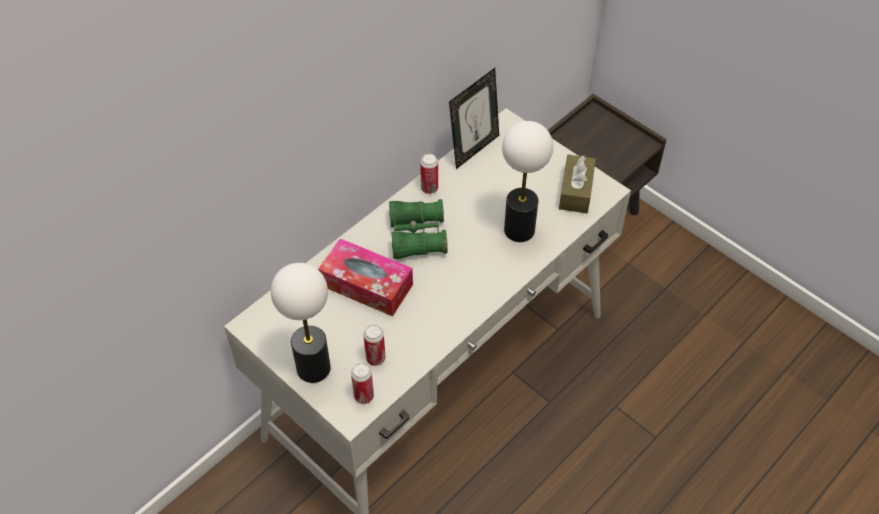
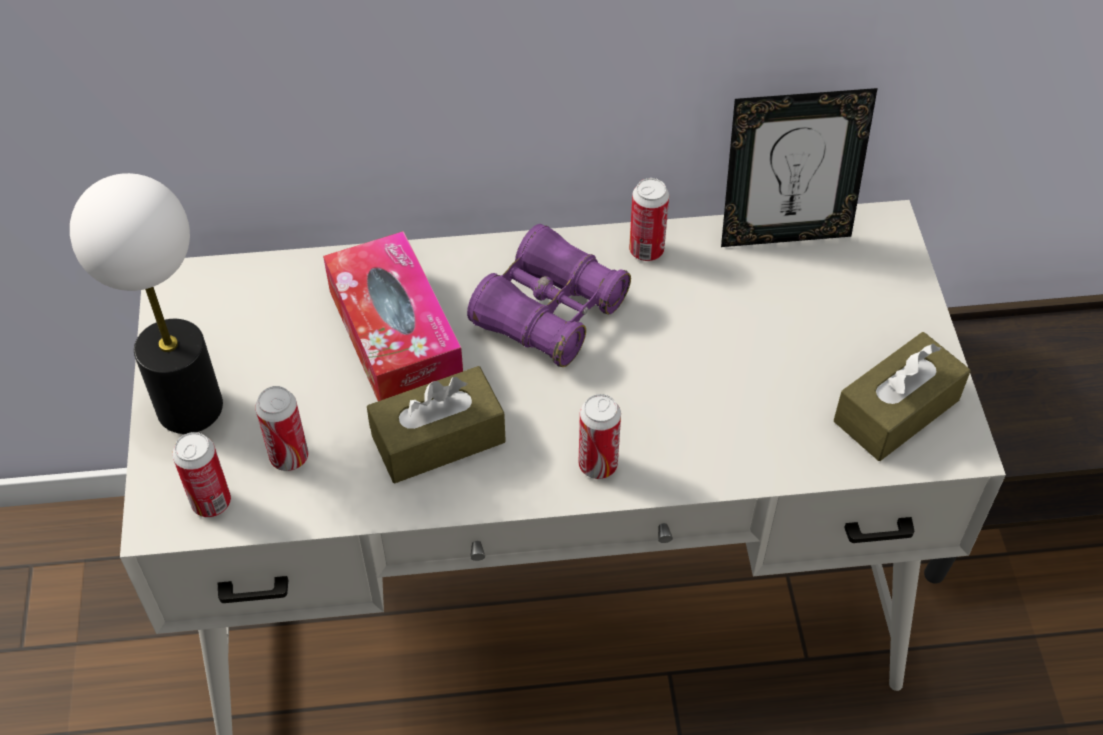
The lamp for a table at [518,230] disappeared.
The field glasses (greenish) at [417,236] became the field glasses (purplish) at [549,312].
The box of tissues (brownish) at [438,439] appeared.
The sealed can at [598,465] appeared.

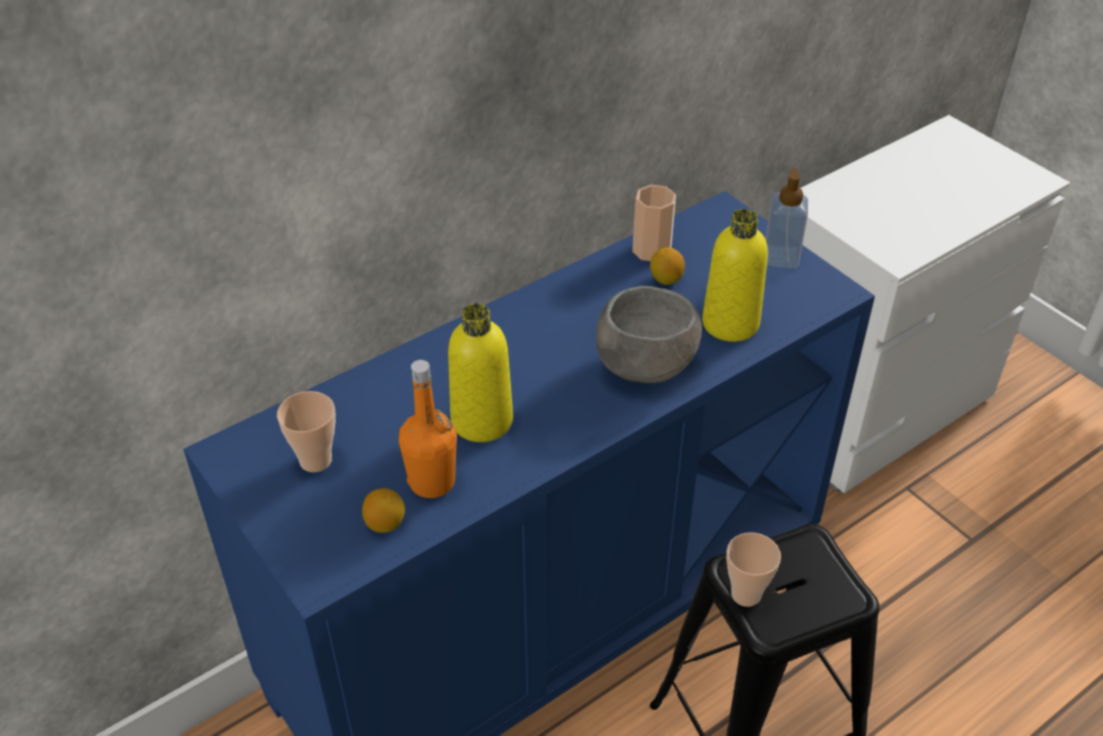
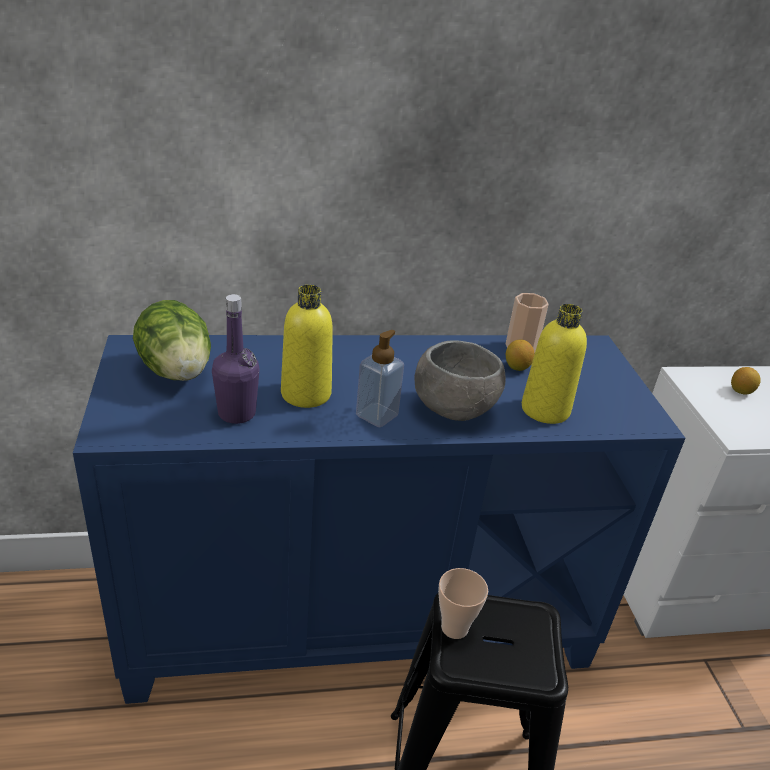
The soap dispenser moved from [780,257] to [377,415].
The drink bottle (orange-coloured) at [432,482] became the drink bottle (purplish) at [237,413].
The small cup at [315,460] was replaced by the lettuce head at [176,371].
The citrus fruit moved from [385,524] to [741,391].

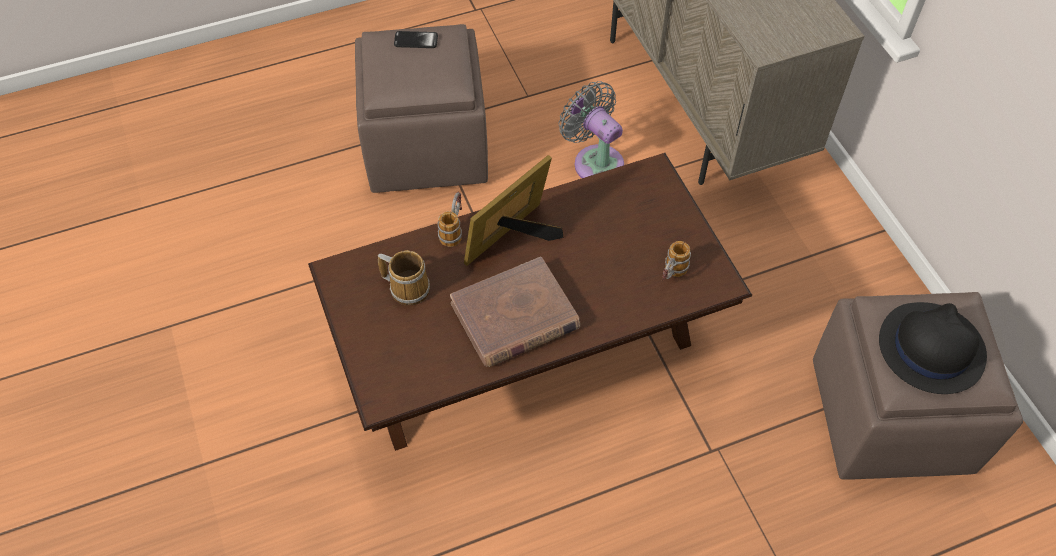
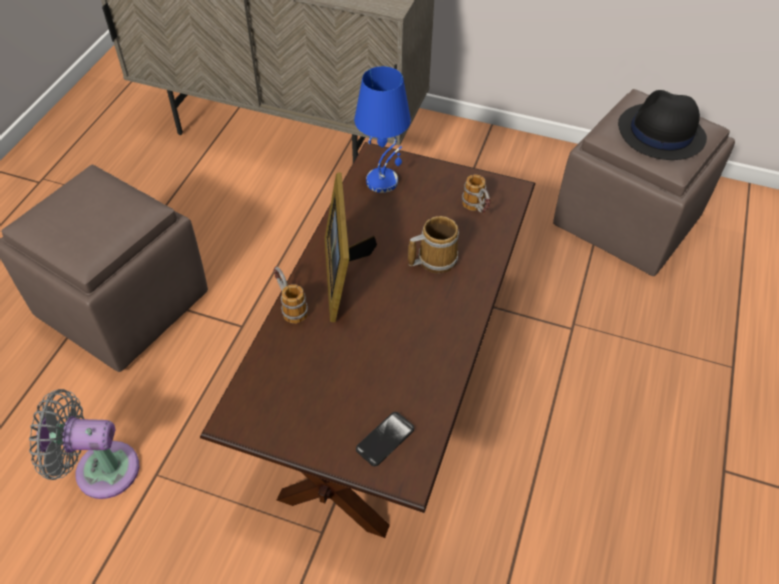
The telephone moved from [416,40] to [385,439].
The cooling fan (gray) moved from [595,161] to [100,469].
The mug moved from [408,287] to [434,259].
The bound book (brownish) at [515,316] disappeared.
The lamp for a table (blue-coloured) at [383,181] appeared.

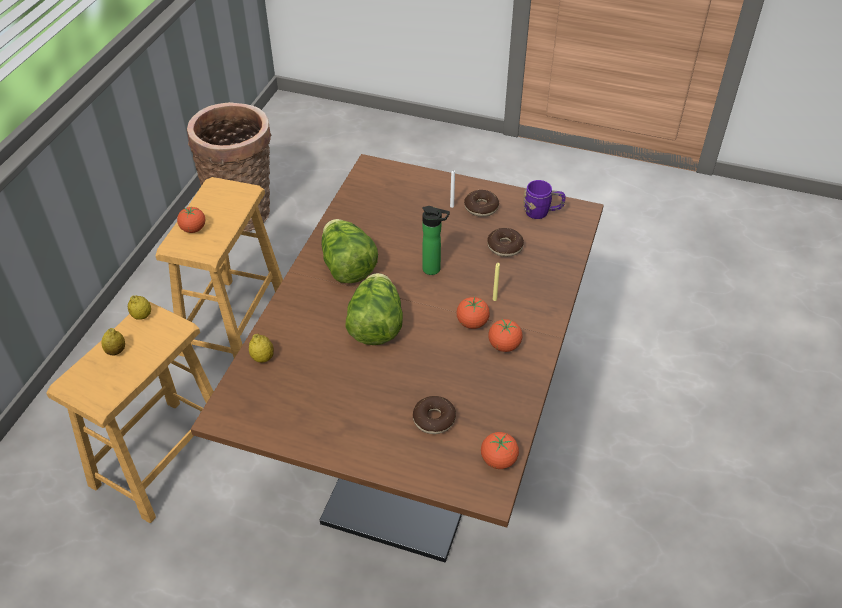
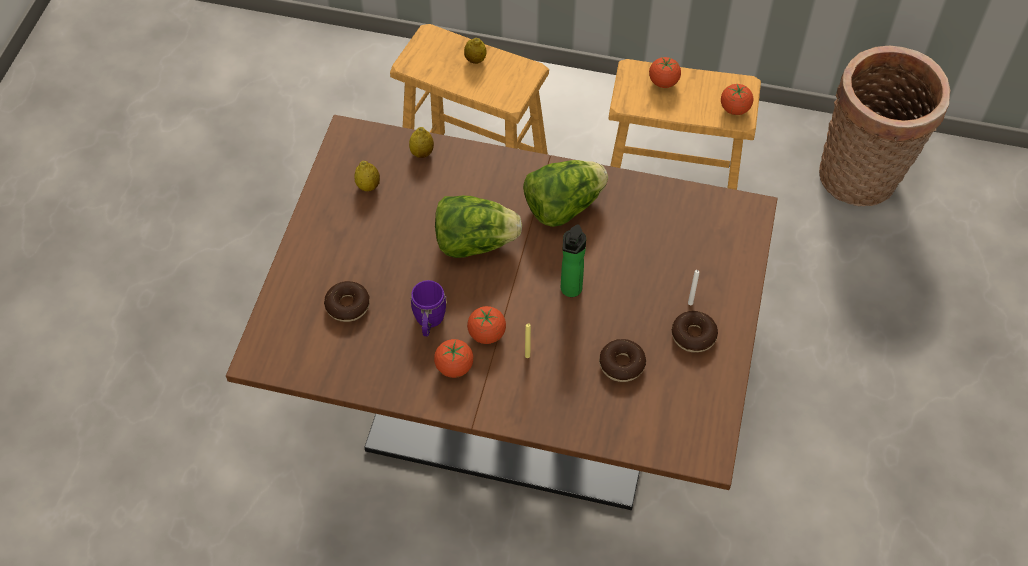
The mug (purplish) moved from [542,212] to [429,322].
The citrus fruit moved from [142,316] to [368,186].
The whole tomato moved from [498,460] to [734,109].

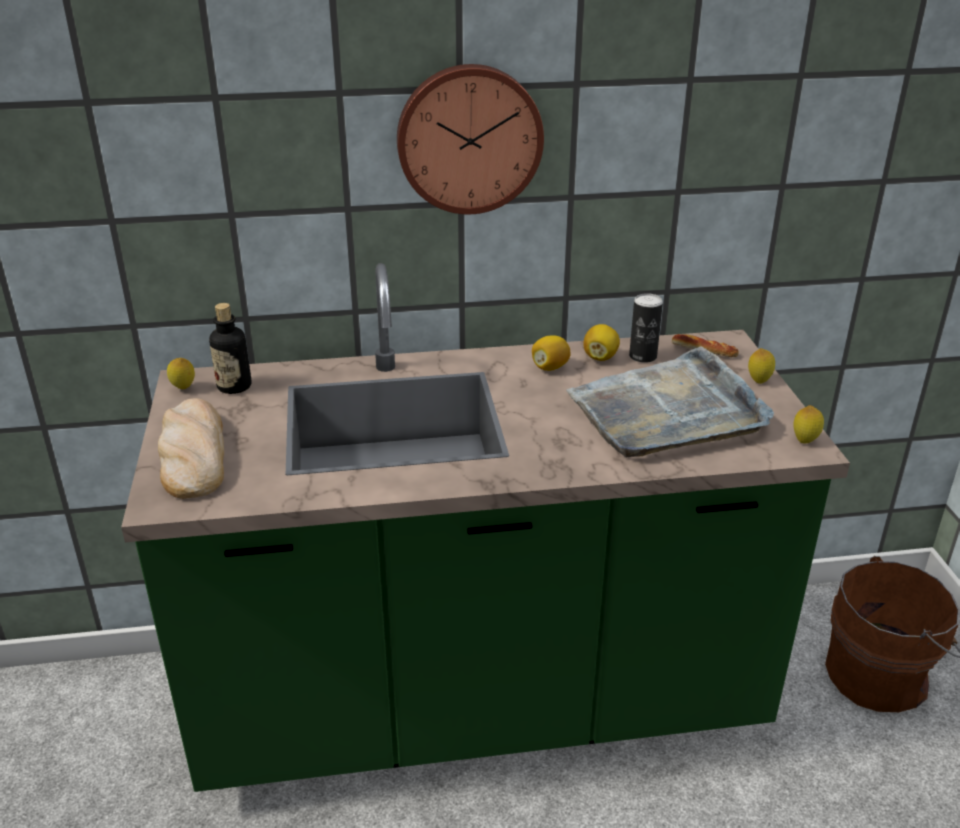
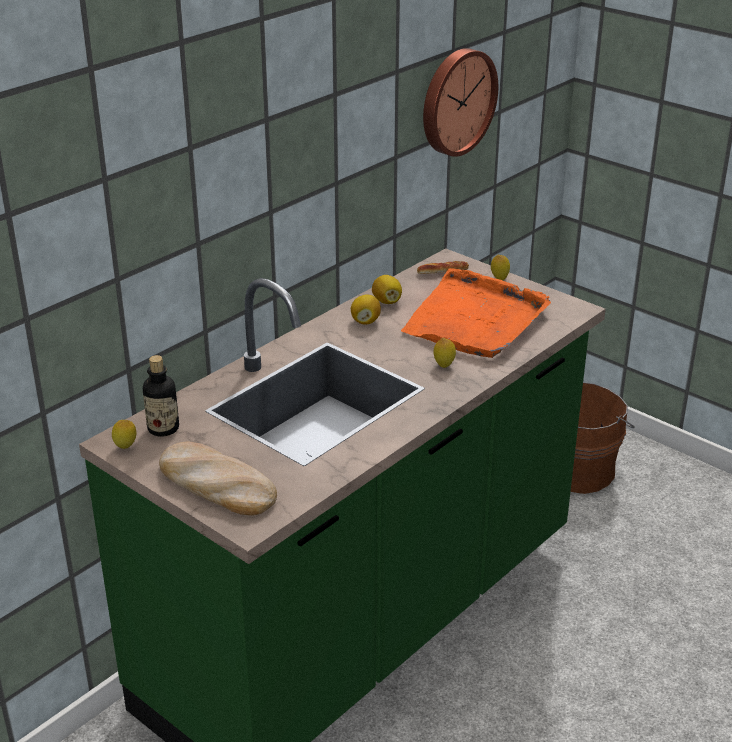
The clock on the wall moved from [469,138] to [456,101].
The sealed can at [643,356] disappeared.
The serving tray (gray) at [668,411] became the serving tray (orange-coloured) at [475,319].
The citrus fruit moved from [805,441] to [444,365].

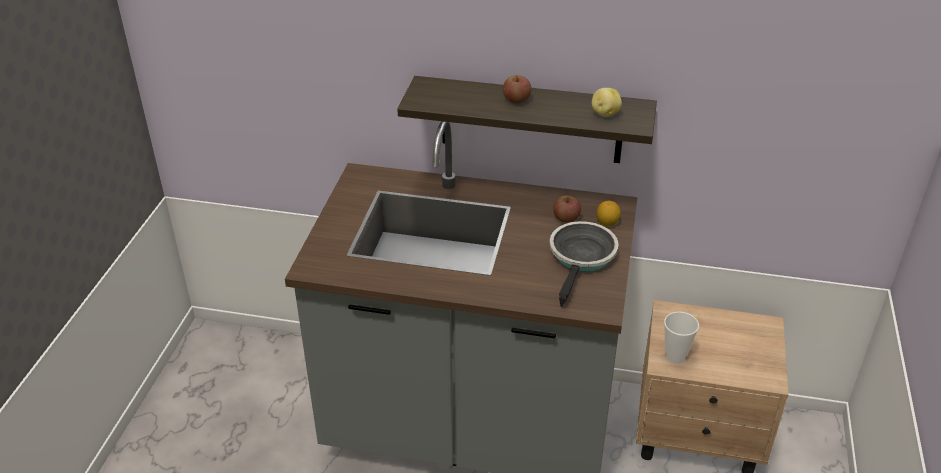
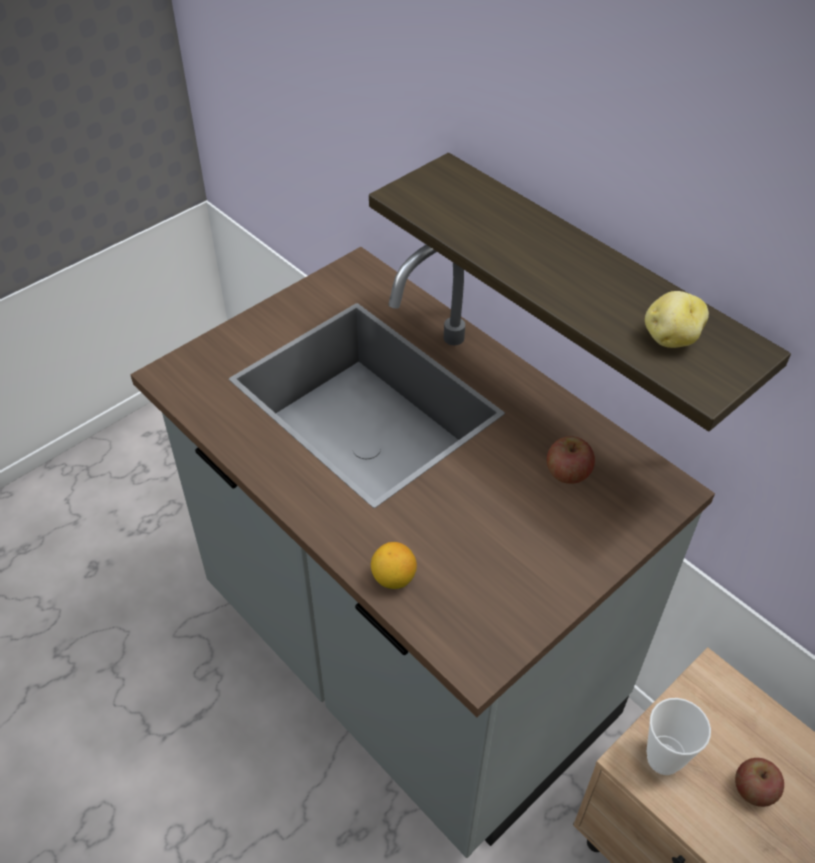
The whole apple moved from [516,100] to [754,789].
The citrus fruit moved from [607,223] to [393,578].
The frying pan at [581,258] disappeared.

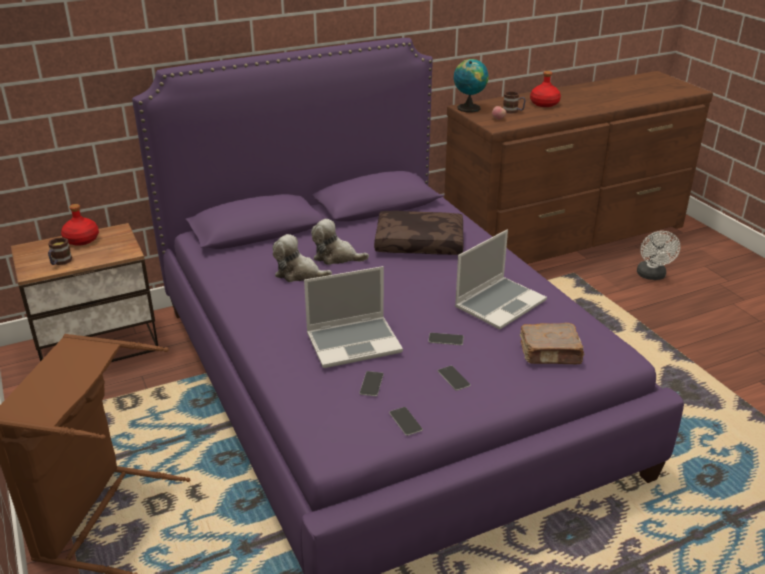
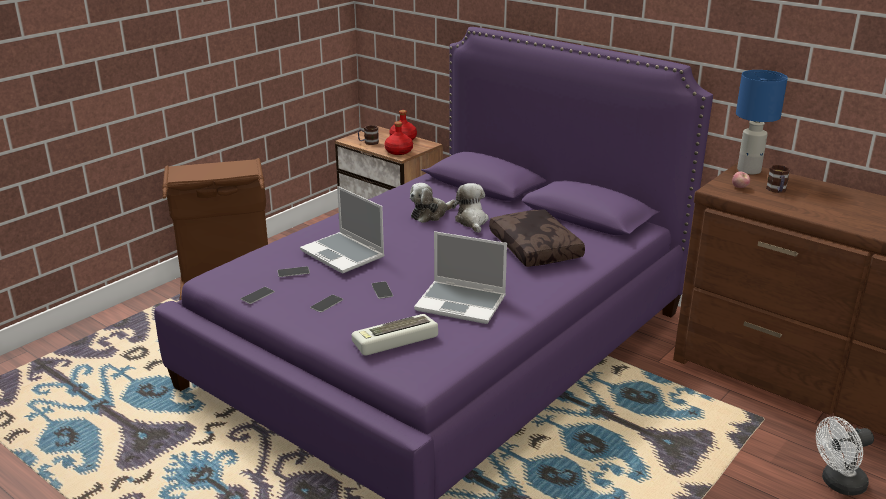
The desk globe at [469,108] was replaced by the lamp for a table (blue-coloured) at [749,170].
The drink bottle (red-coloured) moved from [544,104] to [398,151].
The soft toy at [299,274] turned 120 degrees counterclockwise.
The bound book (brownish) at [551,354] was replaced by the keyboard at [395,340].

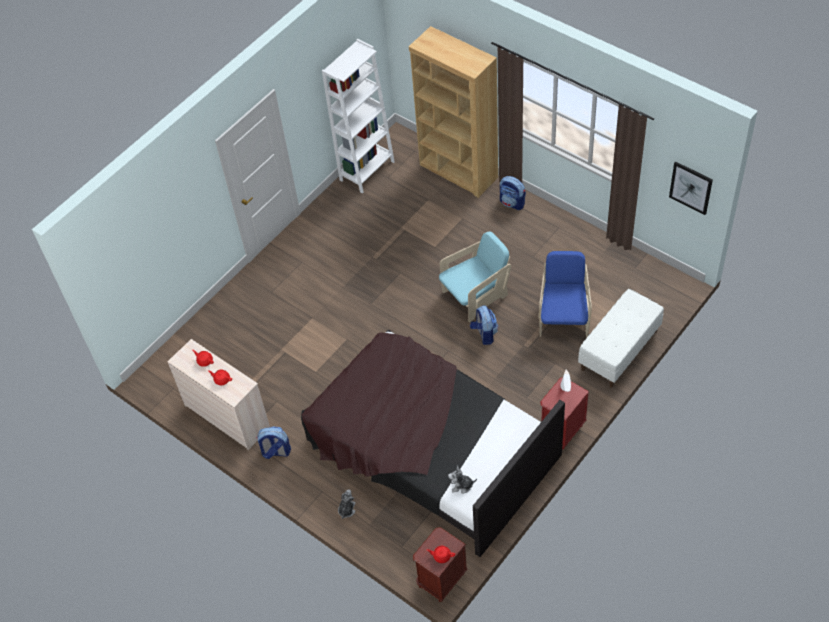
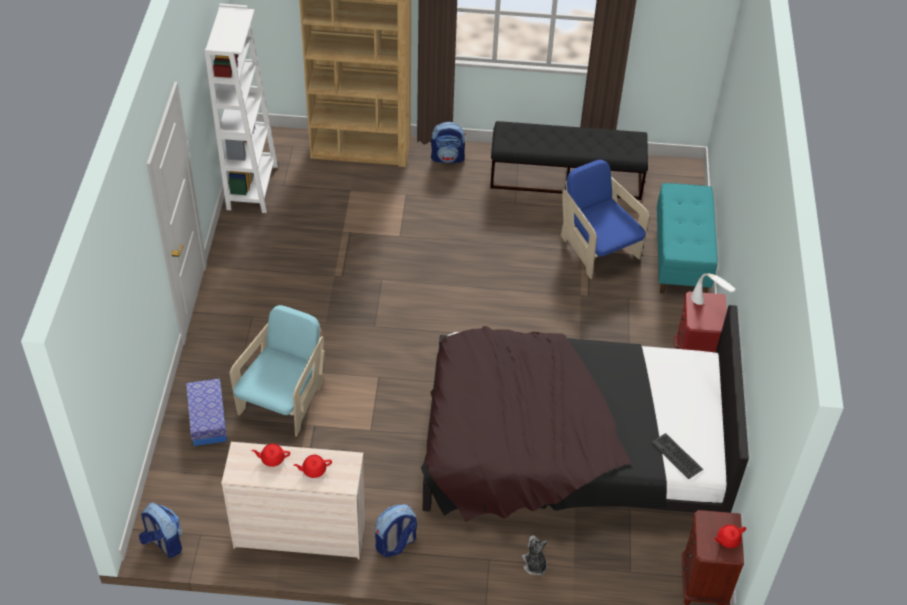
The wall art at [691,187] disappeared.
The lounge chair (turquoise) moved from [475,296] to [283,400].
The bench (white-coloured) at [619,350] became the bench (turquoise) at [681,257].
The backpack moved from [484,334] to [163,543].
The soft toy at [462,485] was replaced by the keyboard at [677,456].
The bench (black-coloured) at [566,178] appeared.
The storage box at [207,419] appeared.

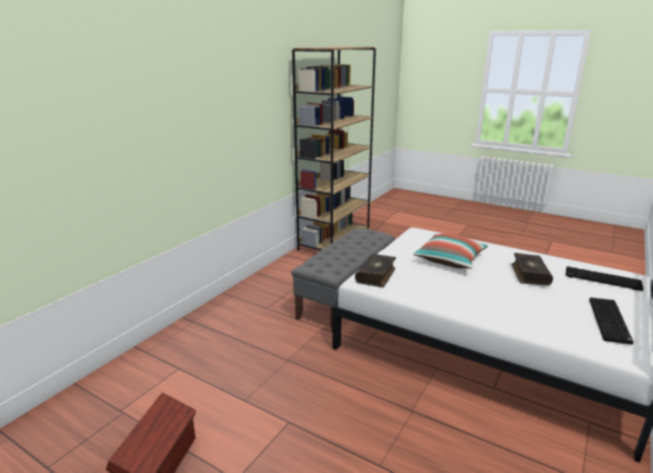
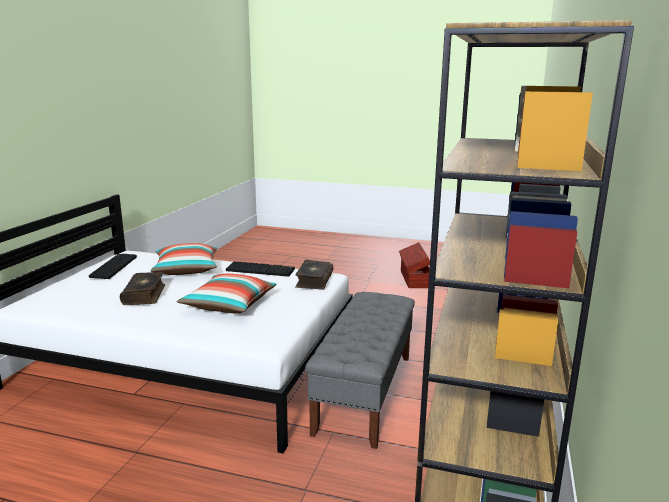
The keyboard moved from [601,280] to [261,270].
The pillow at [186,269] appeared.

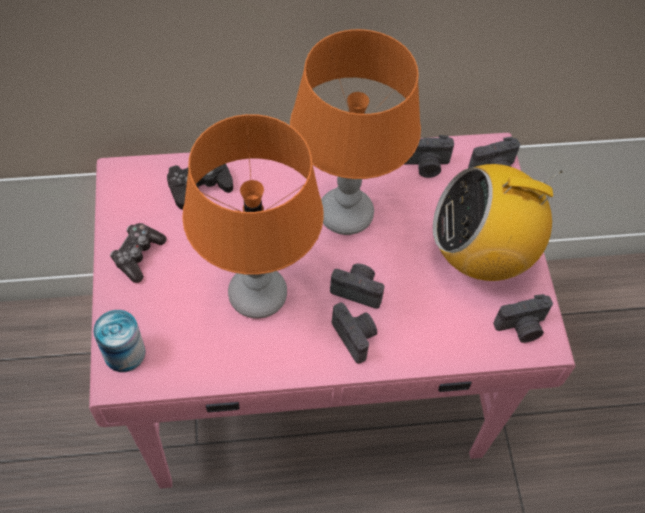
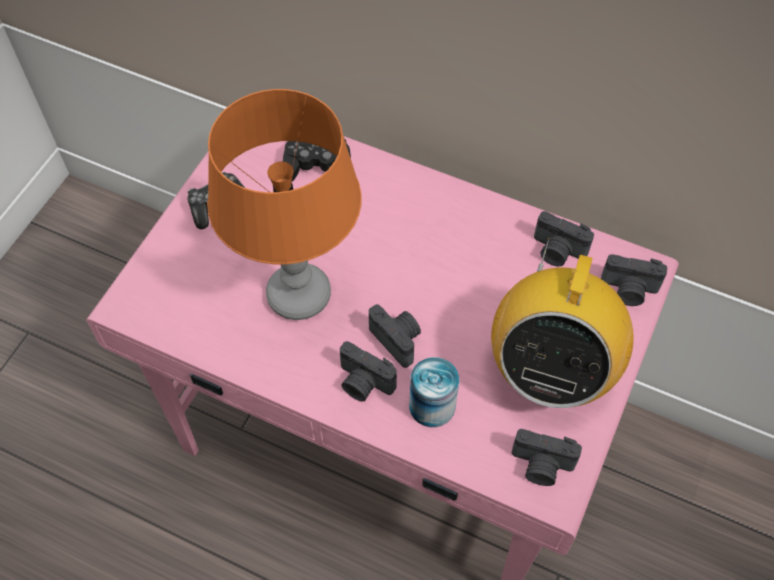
The lamp for a table (orange-coloured) at [346,215] disappeared.
The radio receiver at [480,255] turned 105 degrees counterclockwise.
The still camera at [355,336] turned 120 degrees clockwise.
The sealed can moved from [124,353] to [432,406].

